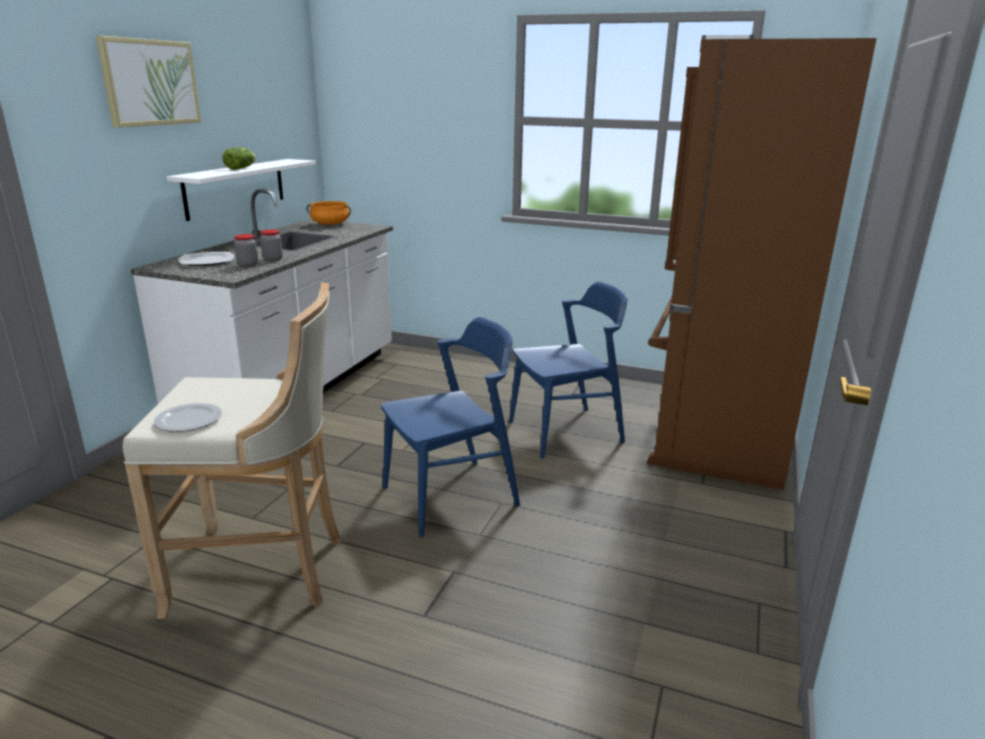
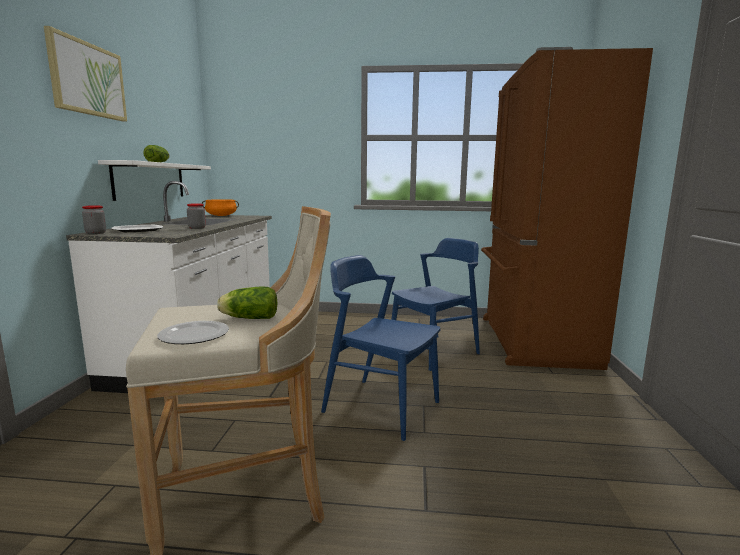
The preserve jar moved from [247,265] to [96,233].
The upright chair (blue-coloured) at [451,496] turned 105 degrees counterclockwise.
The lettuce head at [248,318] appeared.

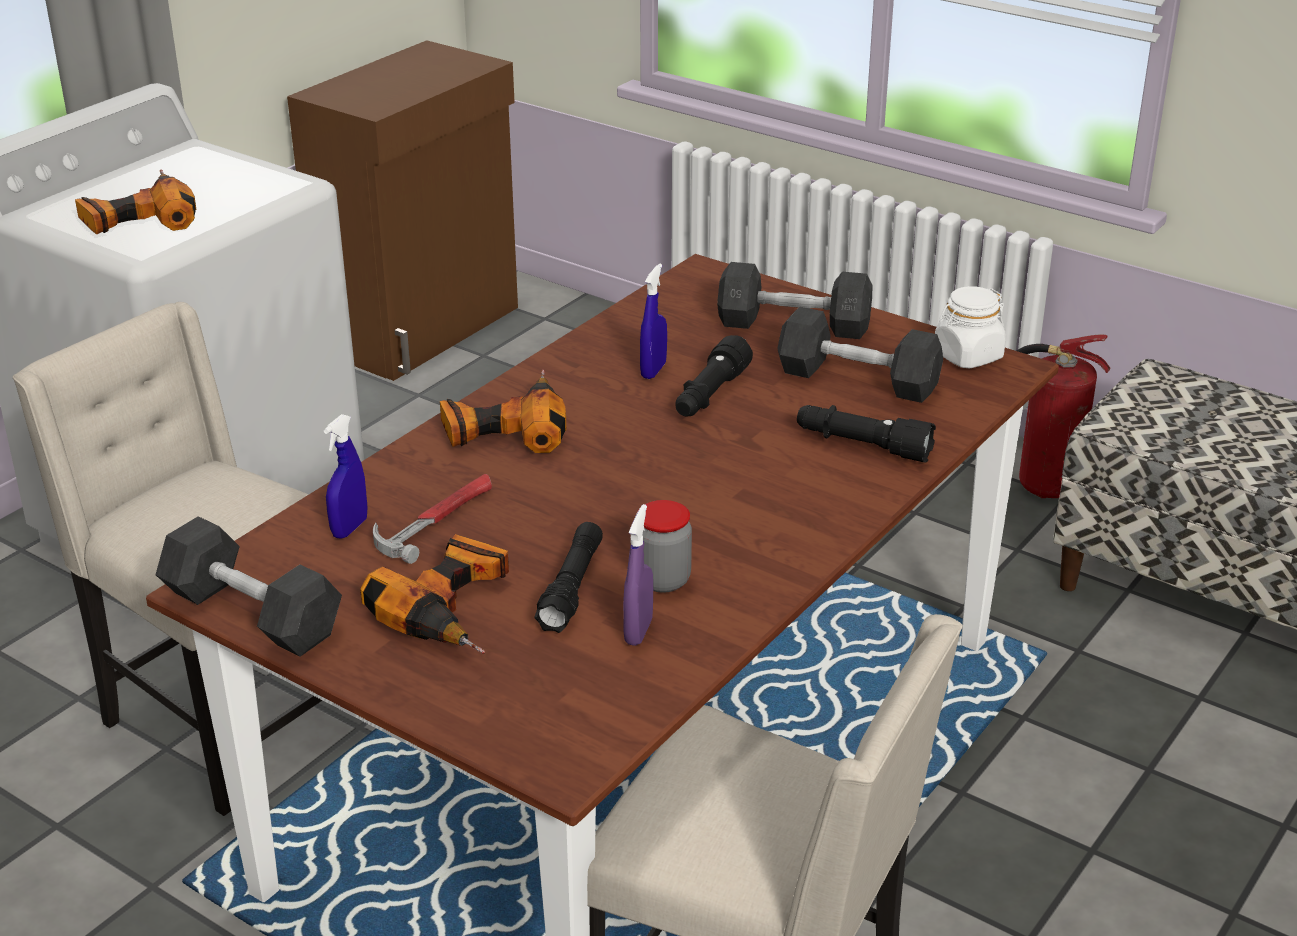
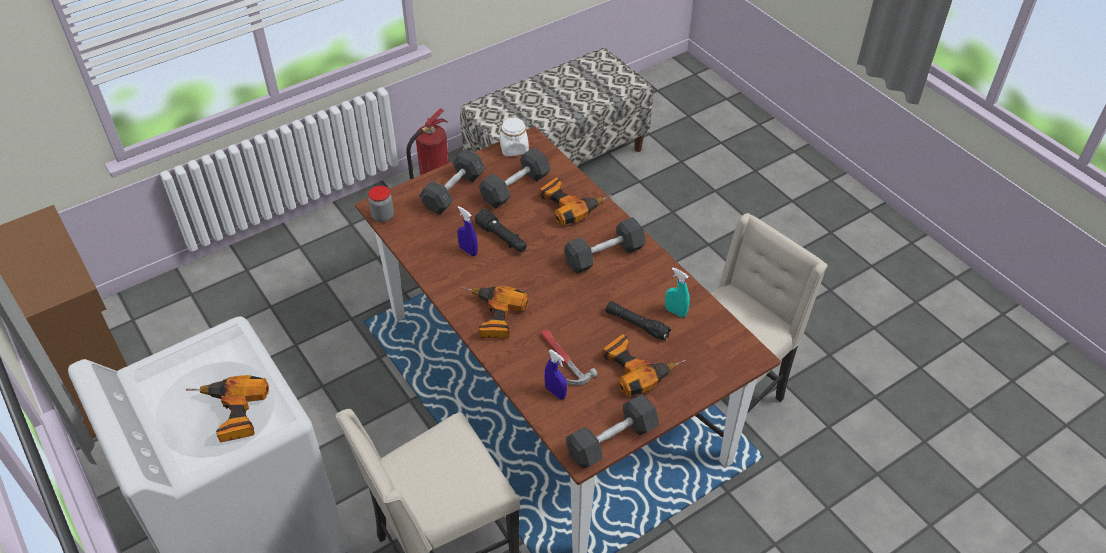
The flashlight (black-coloured) at [862,445] was replaced by the electric drill at [570,204].
The preserve jar moved from [663,580] to [383,216].
The spray bottle (purplish) at [638,631] became the spray bottle (turquoise) at [675,312].
The free weight (gray) at [604,255] appeared.

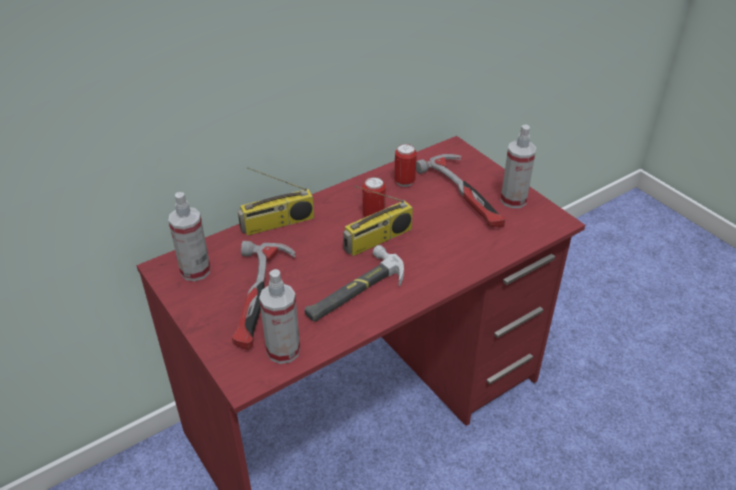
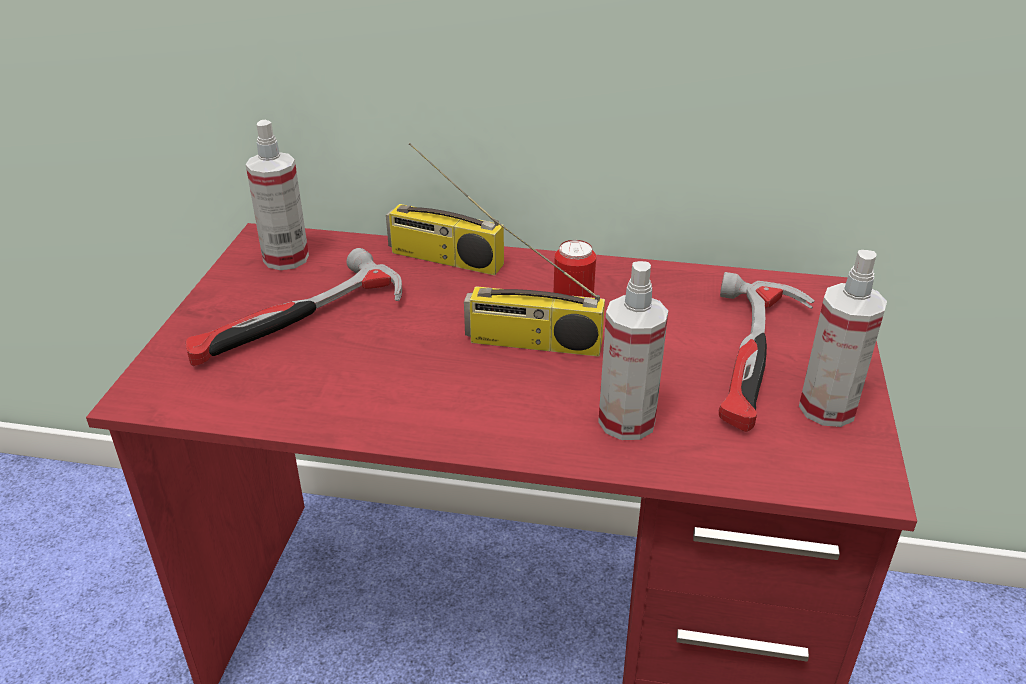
The sealed can at [404,182] disappeared.
The hand hammer at [354,290] disappeared.
The spray bottle moved from [283,350] to [626,421].

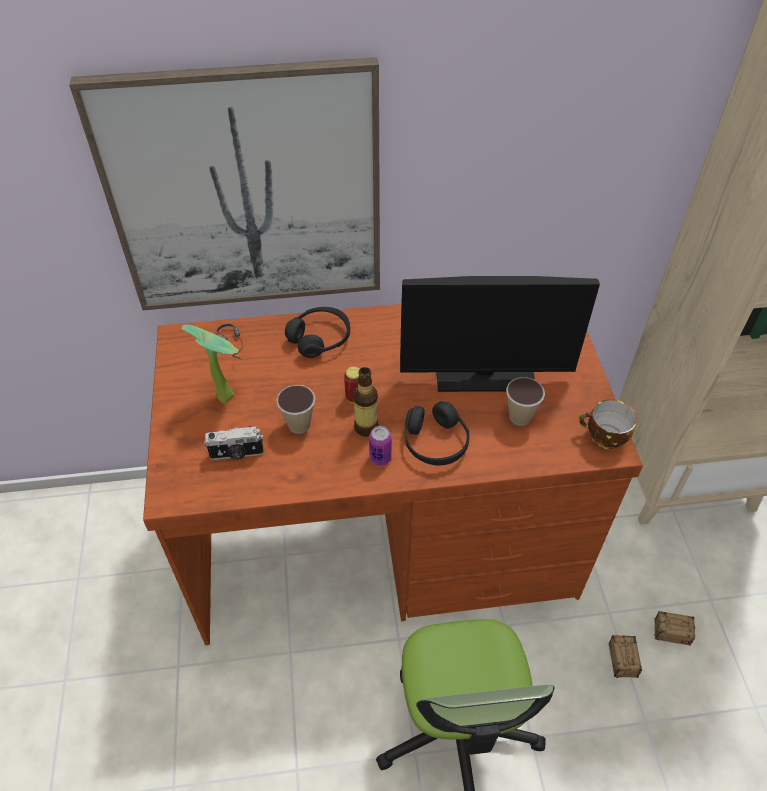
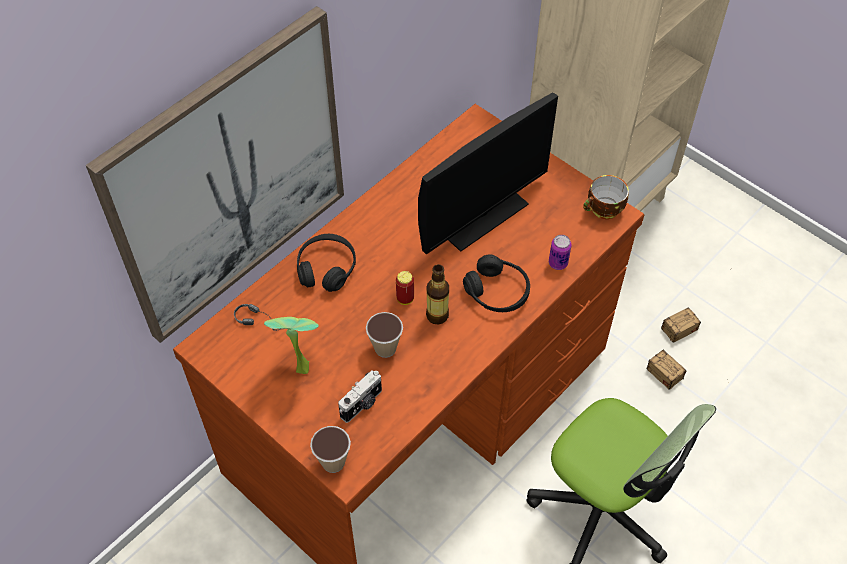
The small cup moved from [520,417] to [333,462].
The sealed can moved from [380,458] to [558,263].

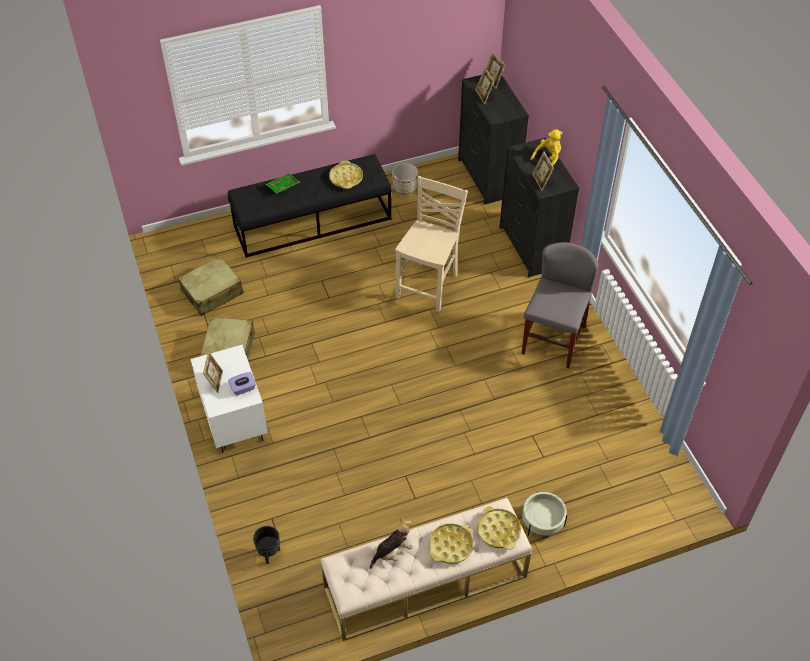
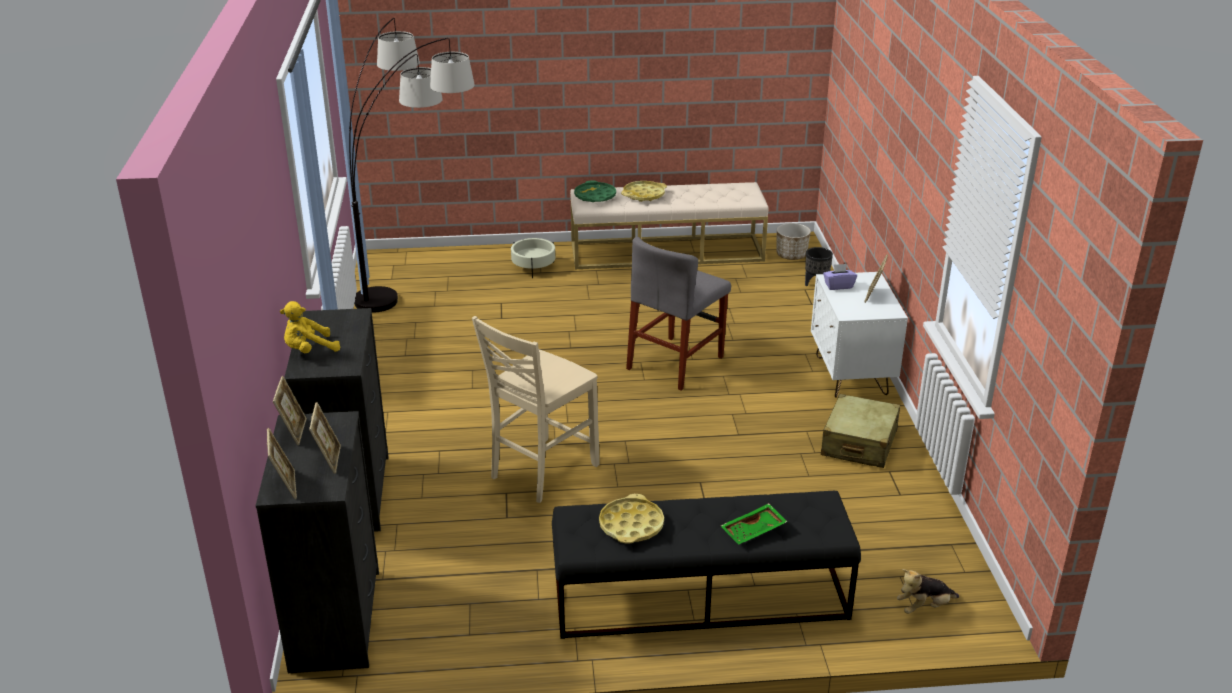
The photo frame moved from [541,181] to [293,432].
The planter moved from [405,188] to [791,255].
The upright chair (gray) moved from [553,340] to [675,363].
The piece of luggage (beige) at [212,292] disappeared.
The serving tray (yellowish) at [498,530] became the serving tray (greenish) at [595,196].
The soft toy moved from [393,552] to [924,607].
The floor lamp at [419,284] appeared.

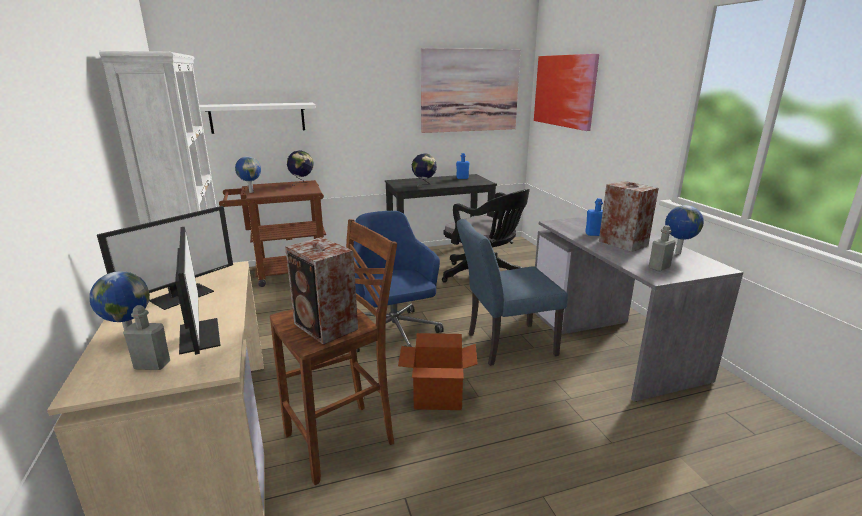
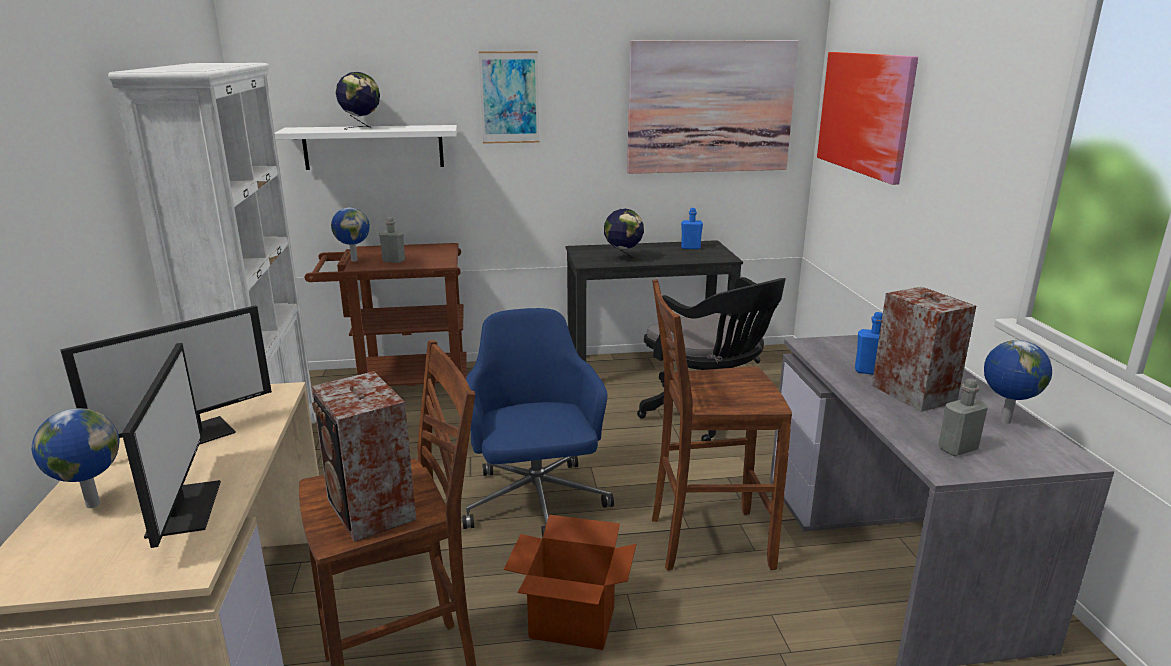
The desk globe moved from [302,183] to [361,128].
The upright chair (blue-coloured) at [504,345] was replaced by the sitting stool (brownish) at [706,540].
The drink bottle (gray) moved from [152,365] to [393,261].
The wall art at [509,98] appeared.

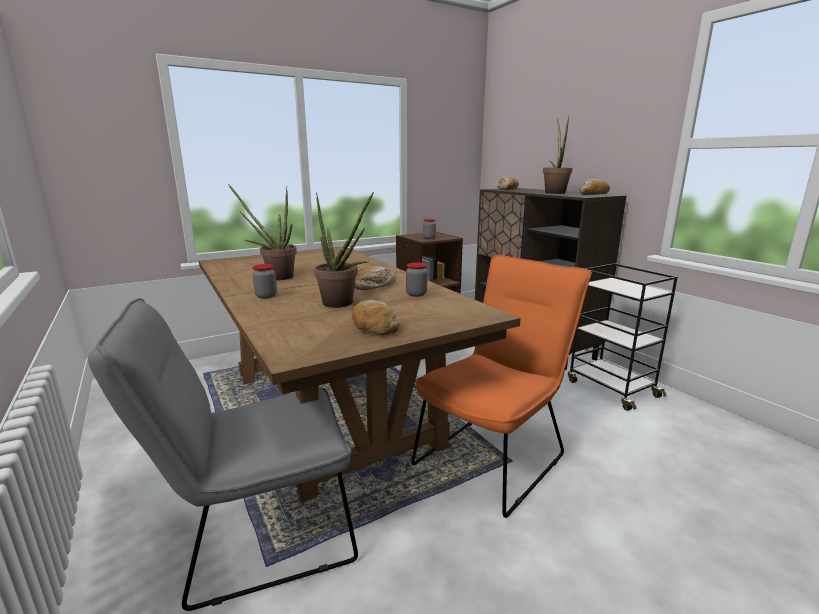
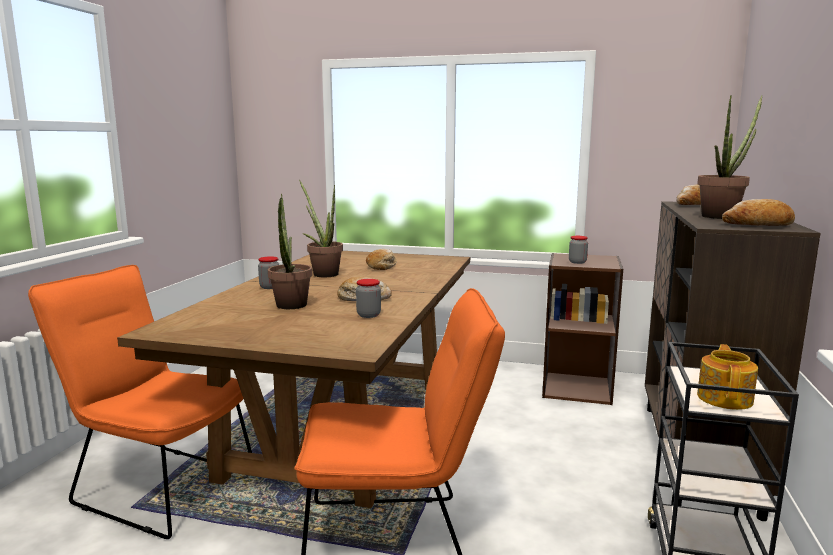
The upright chair (gray) at [256,535] became the upright chair (orange-coloured) at [157,486].
The baked bread moved from [373,326] to [382,266].
The pot for tea at [725,398] appeared.

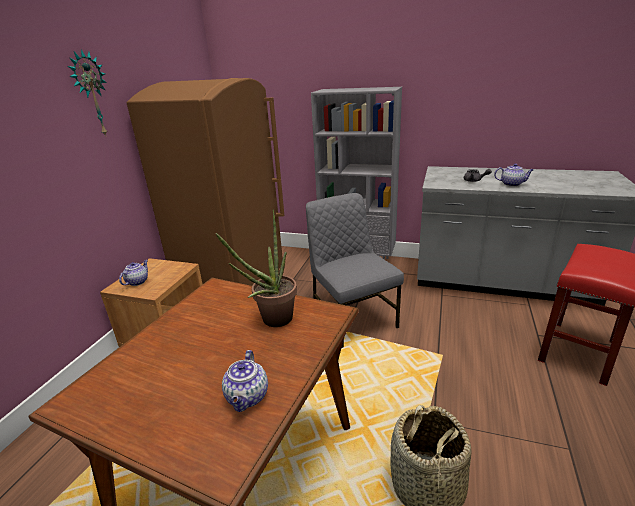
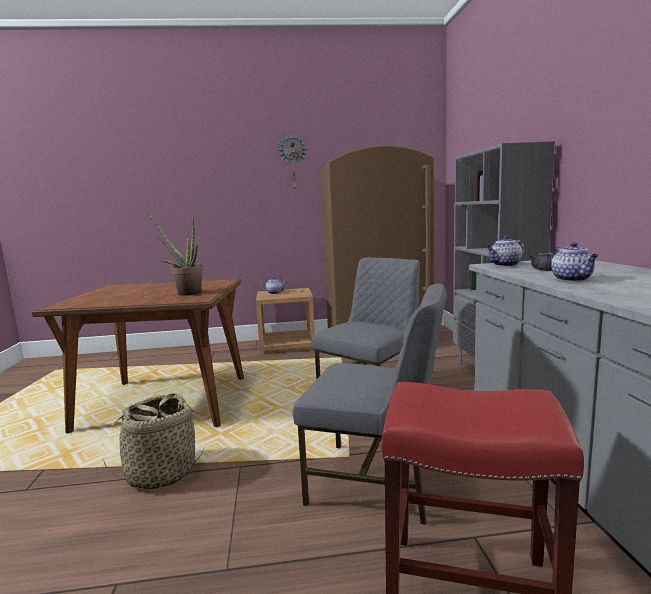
The pot for tea moved from [247,397] to [505,265].
The upright chair (gray) at [377,482] appeared.

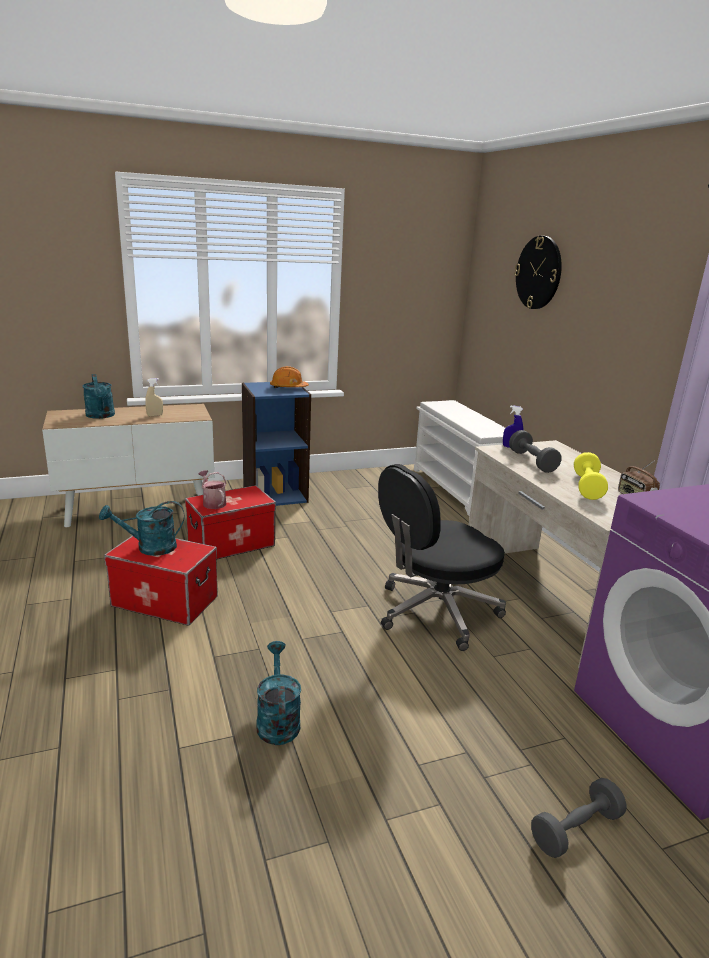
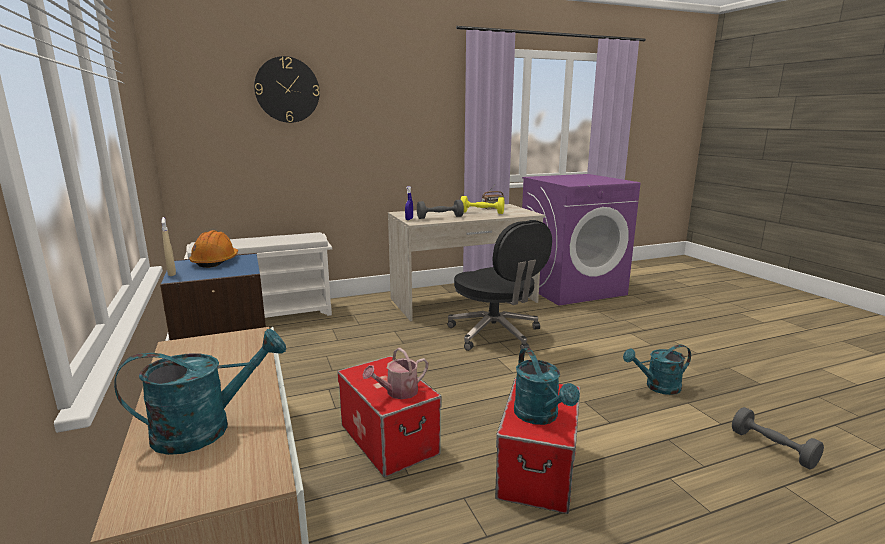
The spray bottle (beige) moved from [155,415] to [172,273].
The free weight (gray) moved from [575,829] to [772,448].

